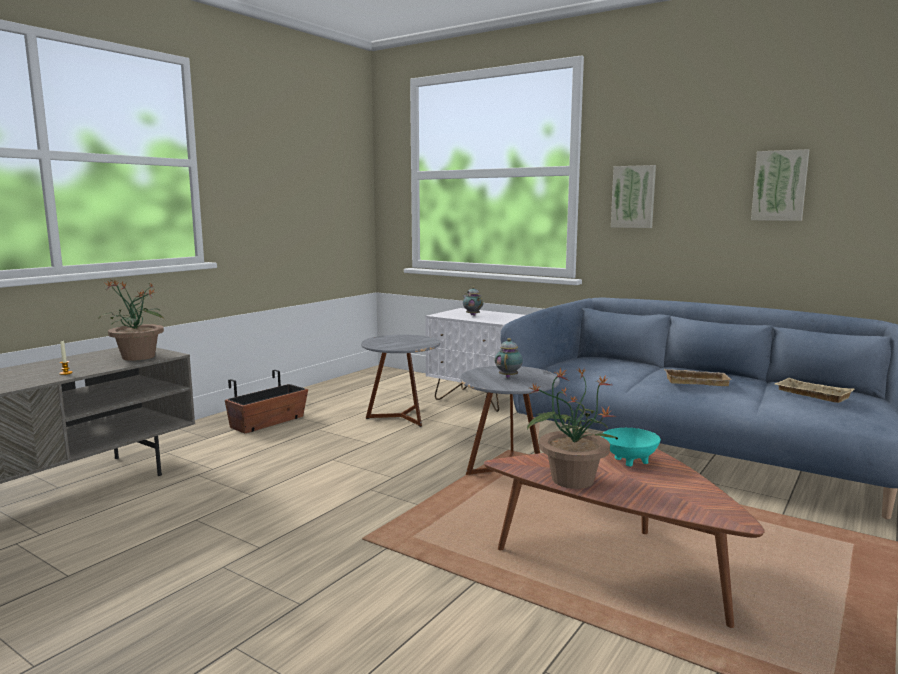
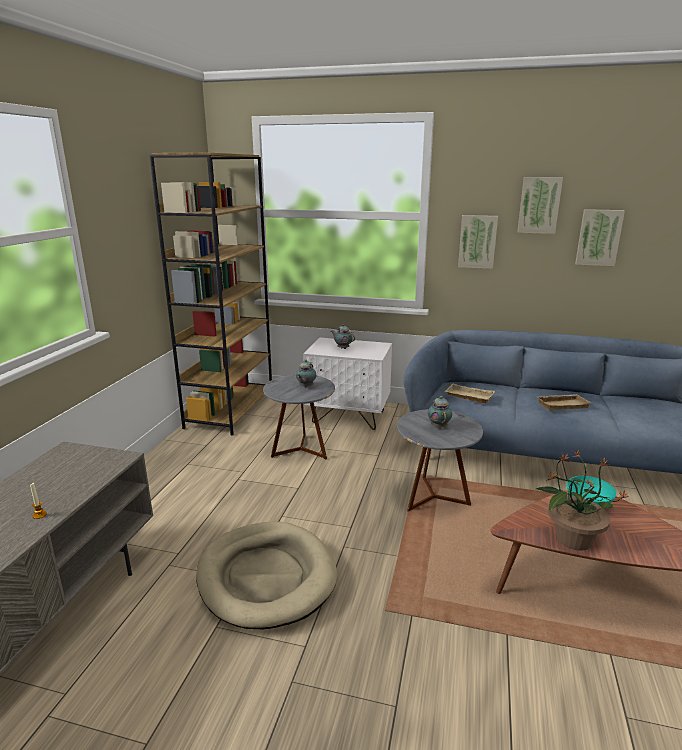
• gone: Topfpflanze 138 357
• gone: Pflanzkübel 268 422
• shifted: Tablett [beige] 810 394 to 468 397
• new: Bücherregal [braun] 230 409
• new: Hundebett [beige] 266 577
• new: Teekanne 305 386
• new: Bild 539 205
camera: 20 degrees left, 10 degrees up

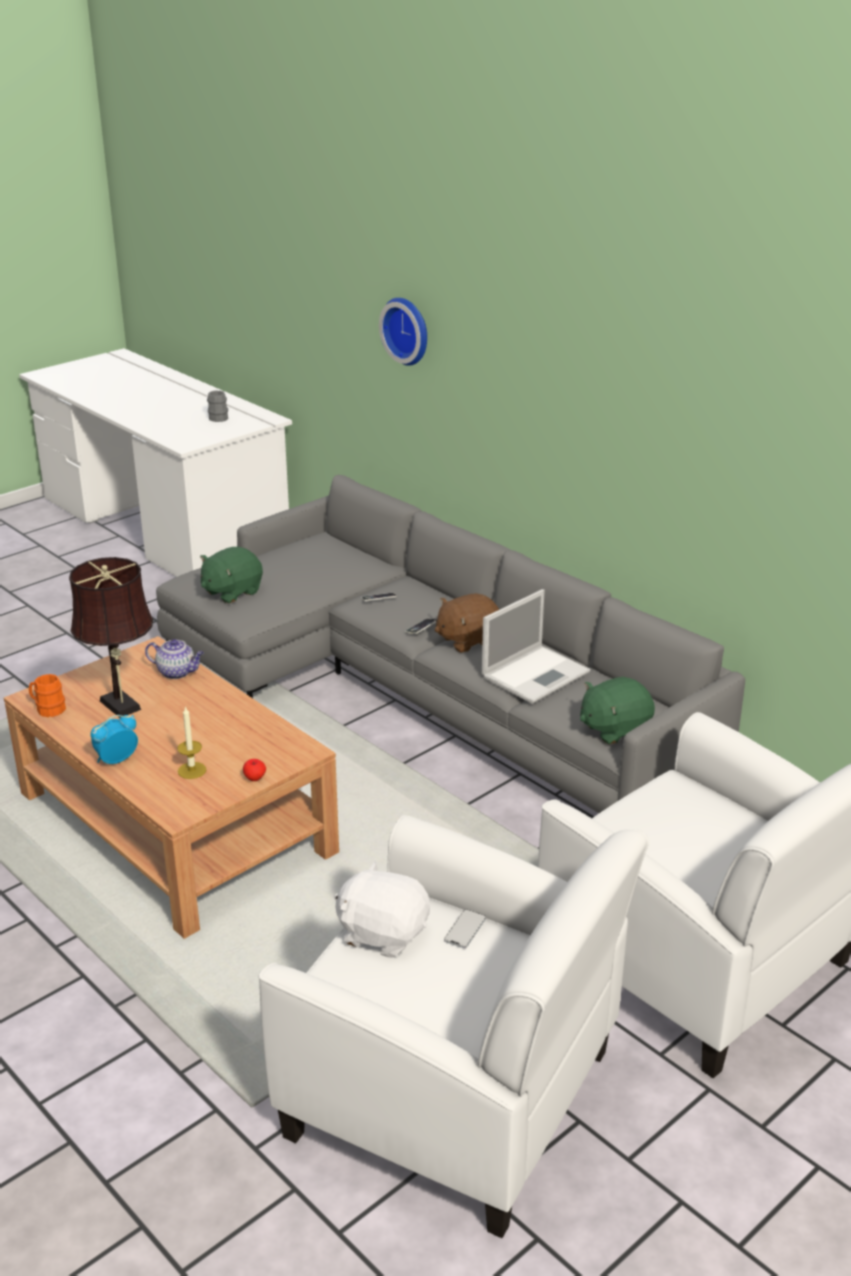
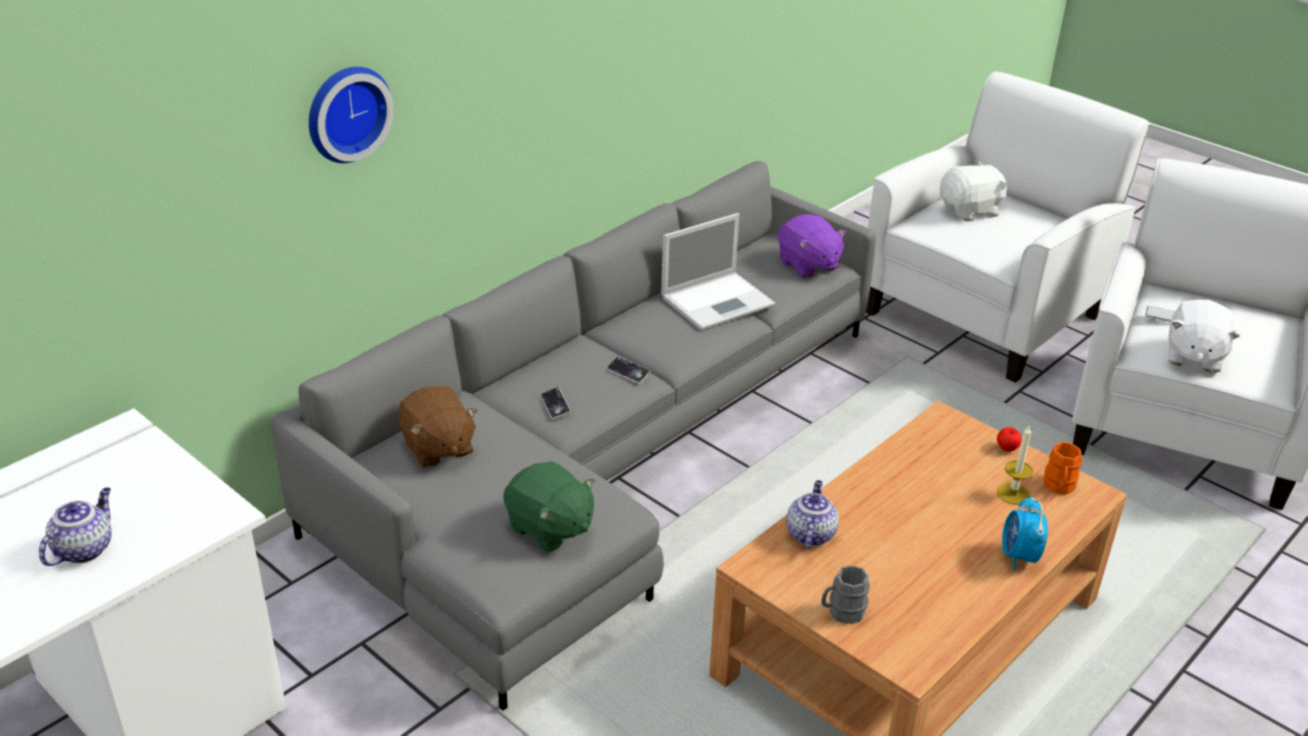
• shifted: Henkelbecher [orange] 48 709 to 1059 487
• gone: Tischlampe [braun] 122 707
• rotated: Wecker 116 760 = 1019 556 45 degrees clockwise
• shifted: Henkelbecher [grau] 218 417 to 842 612
• shifted: Plüschtier [braun] 467 640 to 437 448
• rotated: Laptop 536 674 = 719 300 105 degrees clockwise
• repainted: Plüschtier [grün] 614 729 to Plüschtier [lila] 808 265
• new: Teekanne 84 548
• new: Plüschtier [weiß] 970 211
camera: 95 degrees left, 5 degrees up

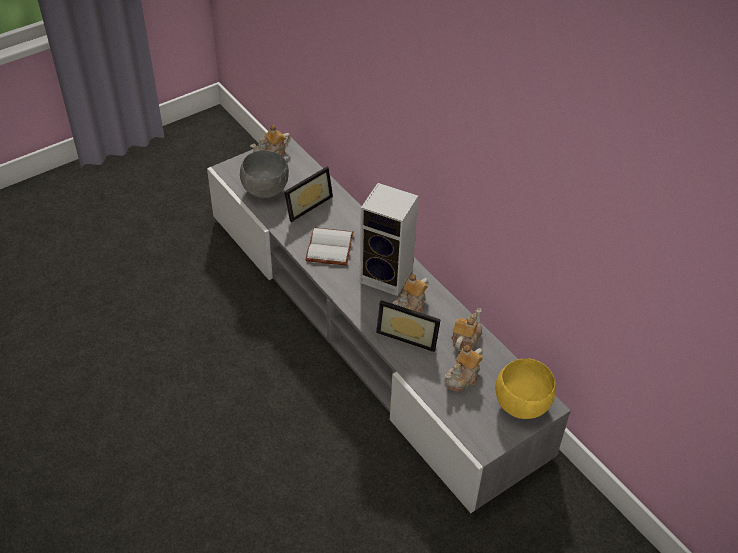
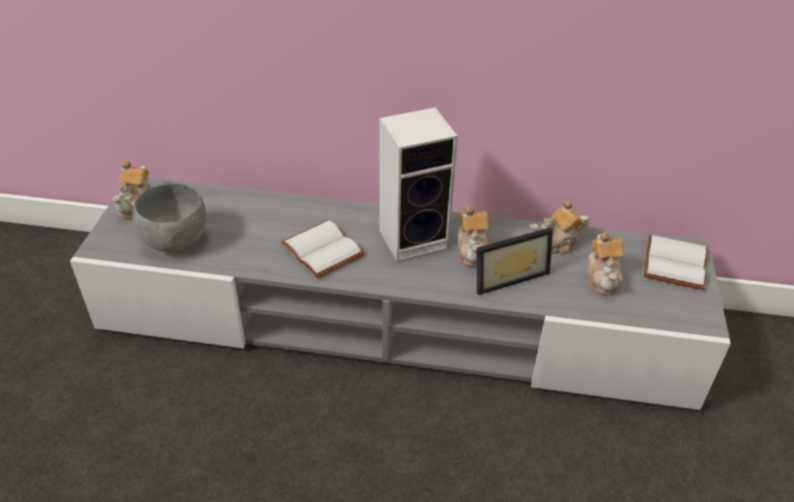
• gone: Bilderrahmen 305 204
• rotated: Teekanne 465 339 = 556 244 90 degrees counterclockwise
• swapped: Schüssel [gelb] 522 403 to Buch [weiß] 672 262
camera: 45 degrees left, 5 degrees down

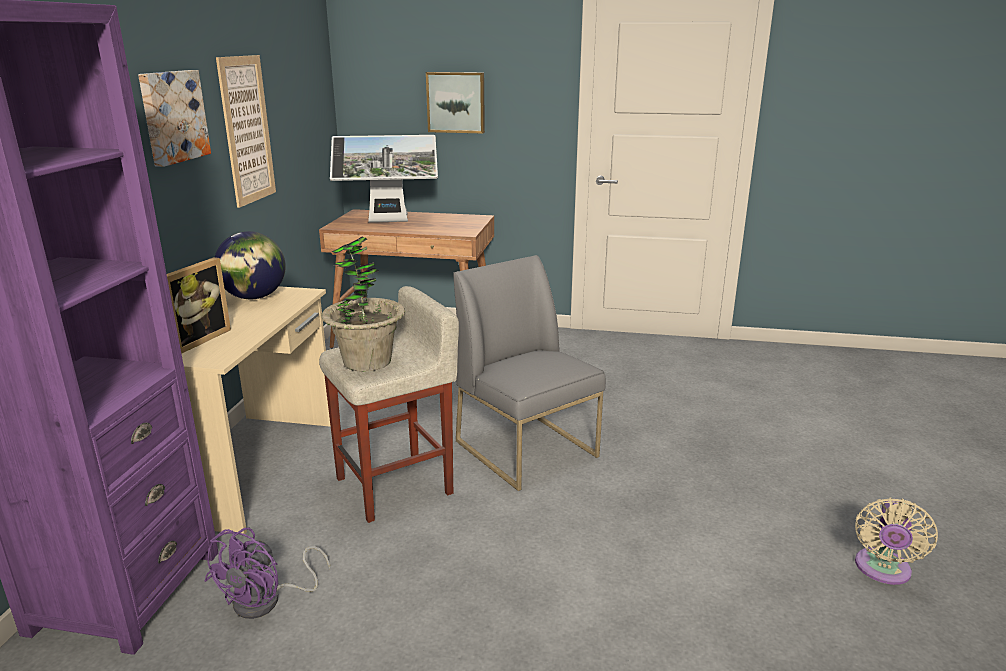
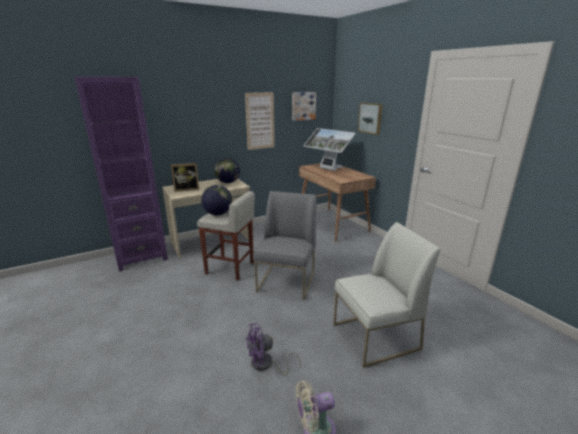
• shifted: Bild 172 116 to 303 106
• shifted: Ventilator [lila] 267 601 to 266 364
• swapped: Topfpflanze 367 361 to Globus 218 214
• new: Stuhl [weiß] 375 337
camera: 50 degrees right, 0 degrees up

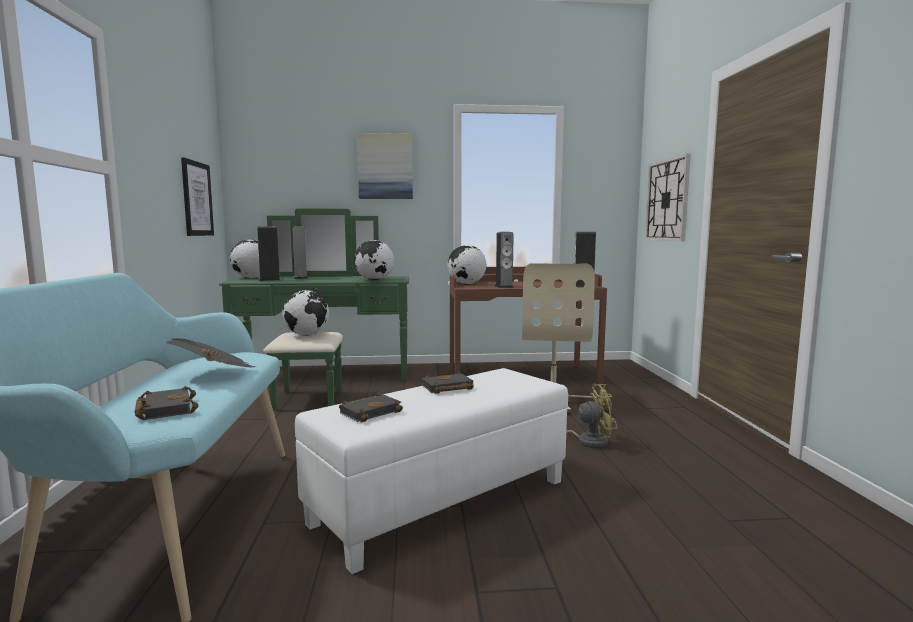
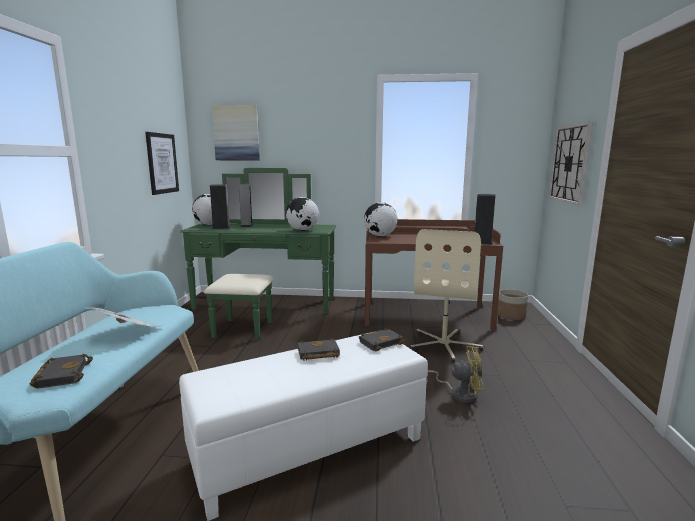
• gone: Globus 307 335
• shifted: Buch [schwarz] 371 411 to 381 342
• shifted: Bild 385 166 to 236 133
• gone: Lautsprecher 504 286
• new: Pflanzkübel 511 315
camera: 10 degrees right, 5 degrees up

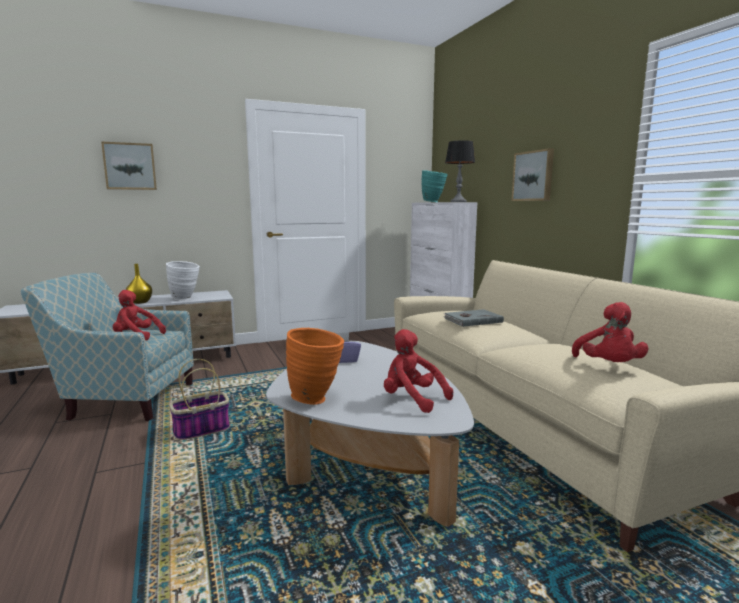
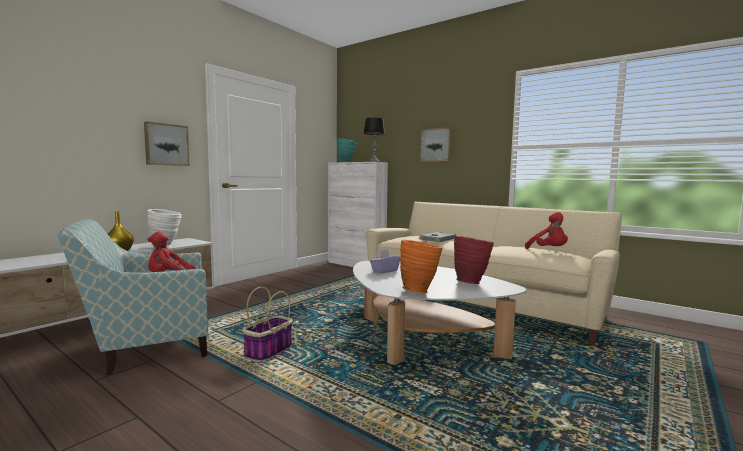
• shifted: Bild 130 166 to 166 144
• swapped: Plüschtier [rot] 412 399 to Vase [rot] 471 282
camera: 30 degrees left, 5 degrees down

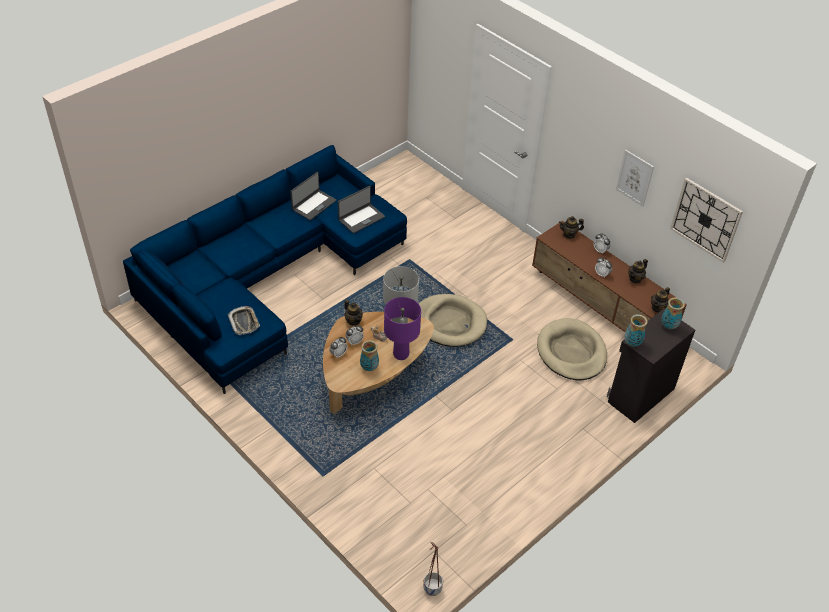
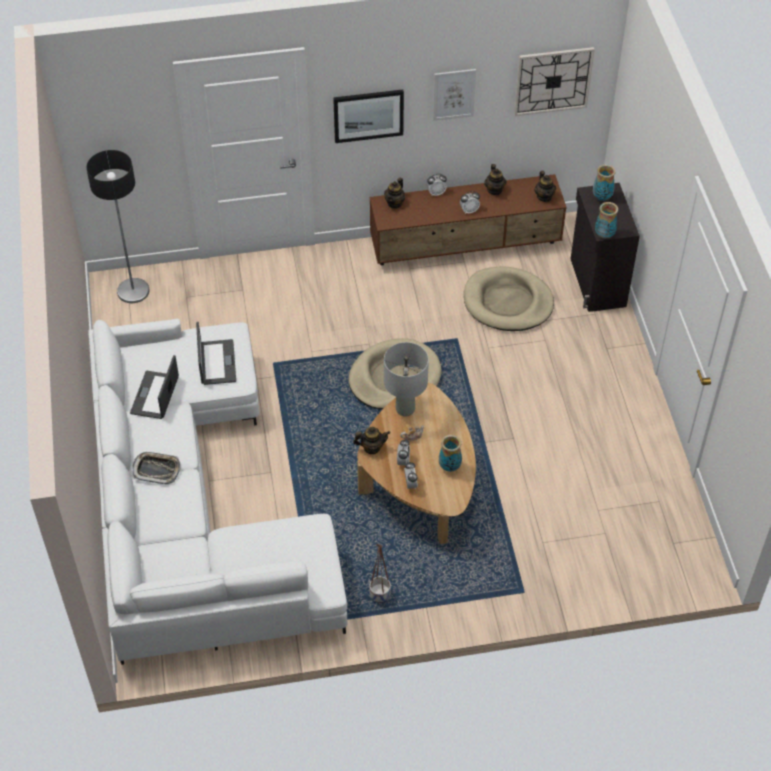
• repainted: Sofa [blau] 267 278 to Sofa [weiß] 193 510
• shifted: Tablett 244 322 to 157 470
• rotated: Laptop 313 205 = 155 395 150 degrees counterclockwise
• gone: Tischlampe [lila] 401 354
• shifted: Pflanzkübel 432 589 to 380 595
• new: Stehlampe 133 291
• new: Bild 368 115
camera: 55 degrees left, 5 degrees up

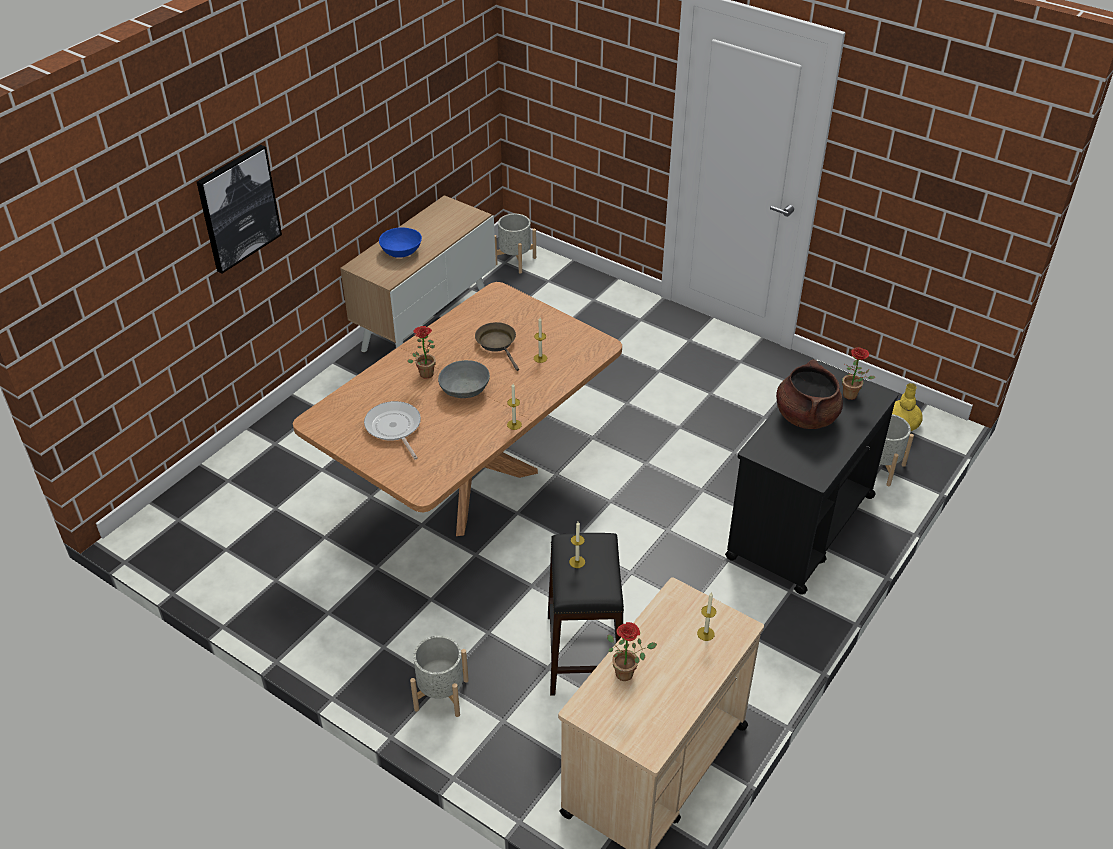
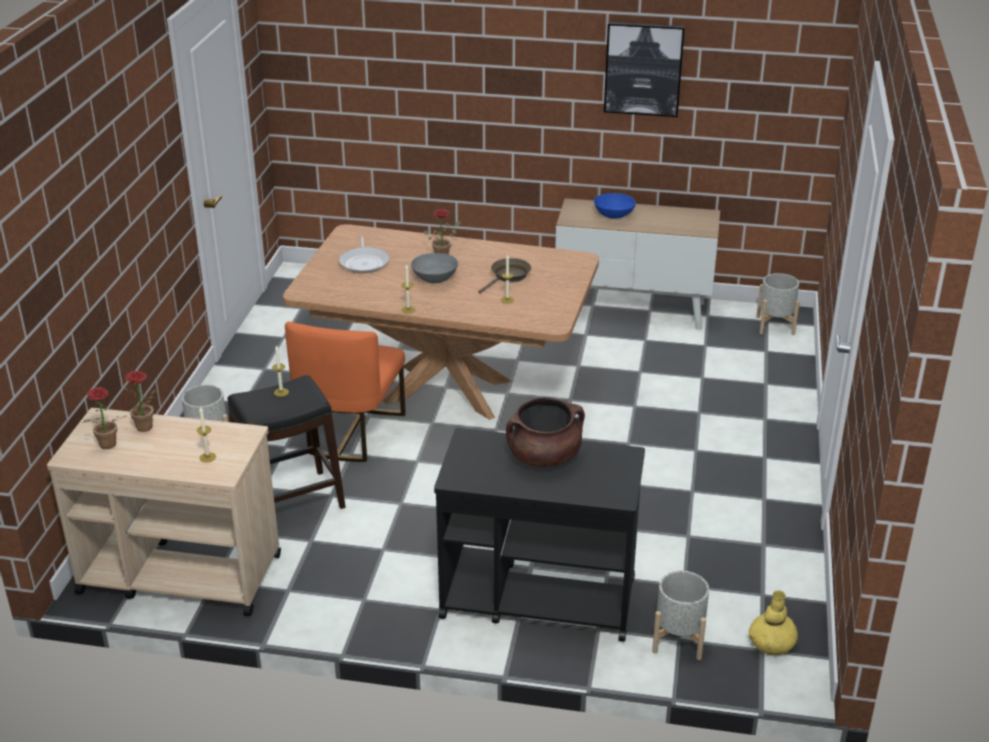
• shifted: Bild 238 208 to 643 69
• rotated: Pfanne 394 428 = 364 262 135 degrees clockwise
• shifted: Topfpflanze 853 396 to 106 447
• new: Stuhl [orange] 350 433
camera: 65 degrees right, 10 degrees down

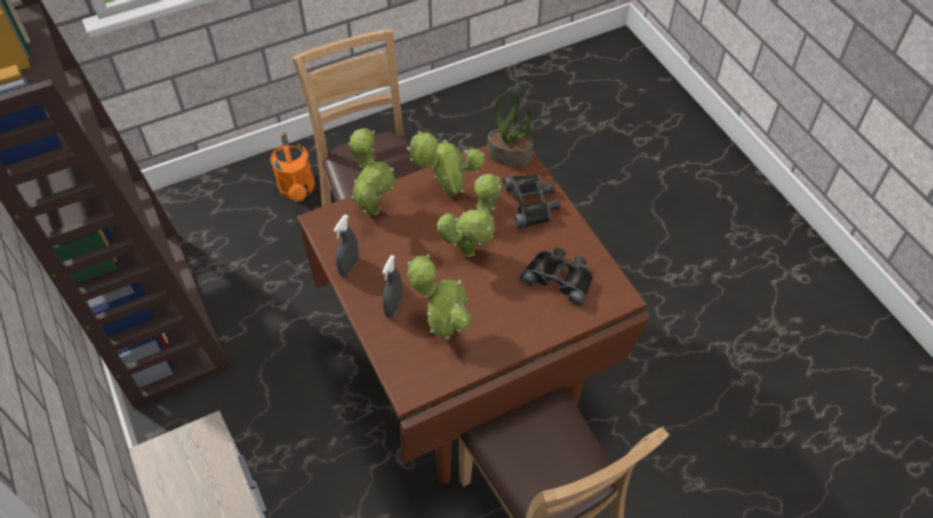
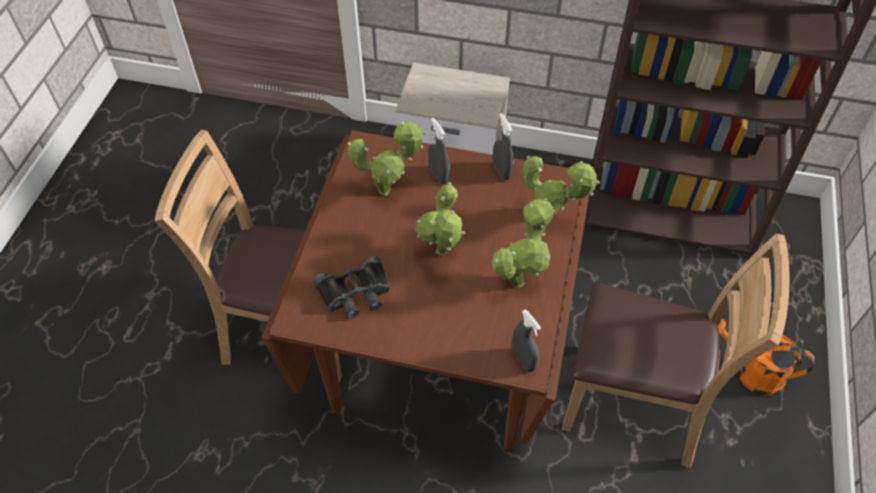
• swapped: Topfpflanze 510 155 to Sprühflasche [grau] 523 360
• gone: Fernglas [schwarz] 531 203
camera: 130 degrees right, 0 degrees up

